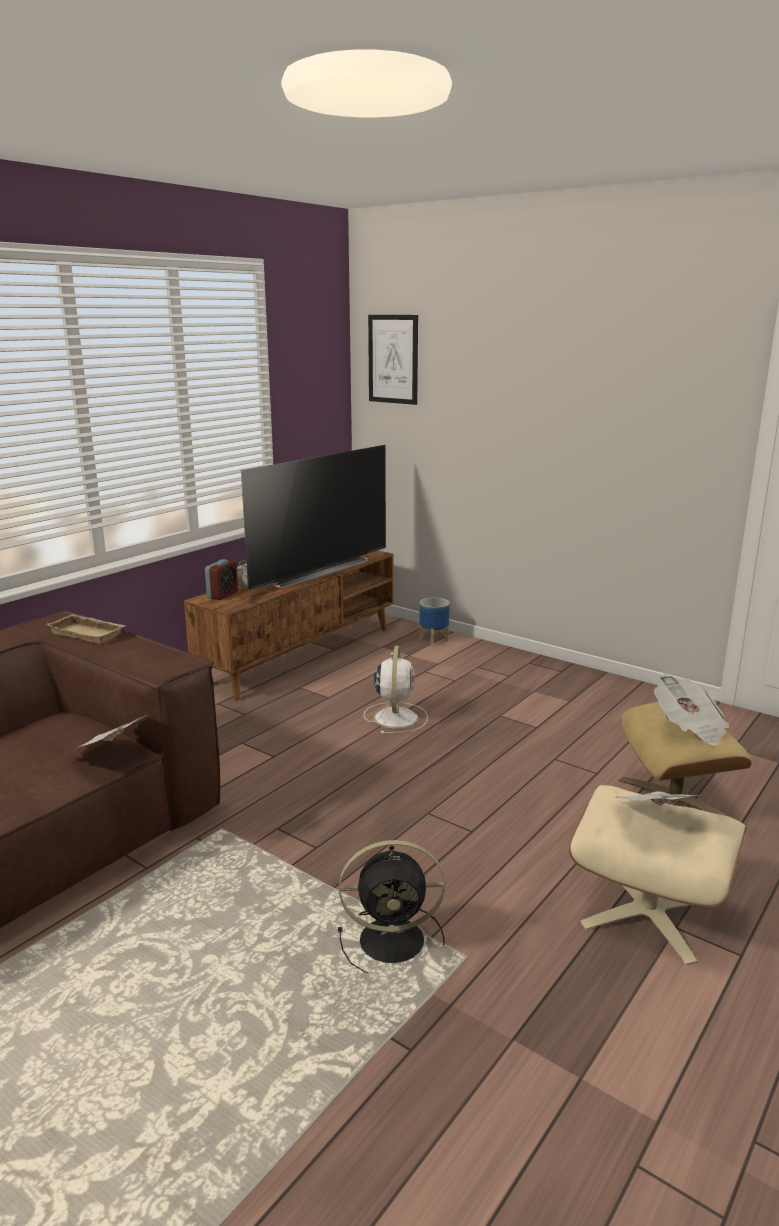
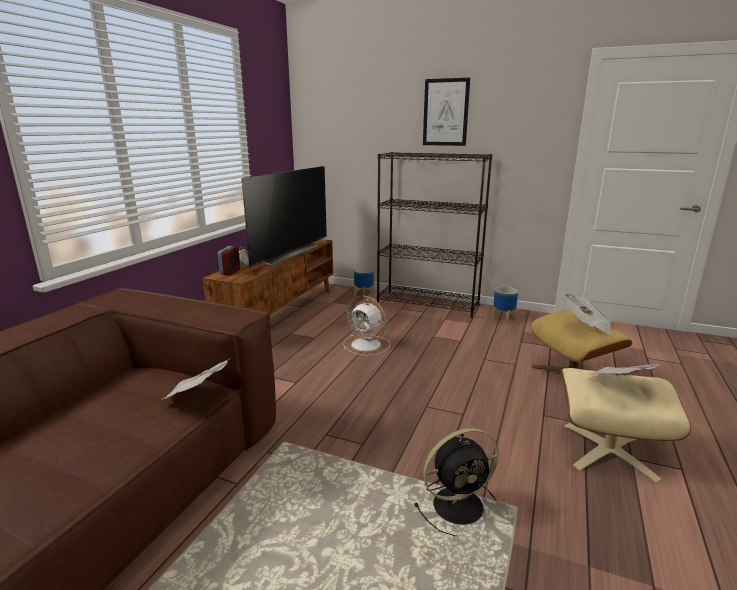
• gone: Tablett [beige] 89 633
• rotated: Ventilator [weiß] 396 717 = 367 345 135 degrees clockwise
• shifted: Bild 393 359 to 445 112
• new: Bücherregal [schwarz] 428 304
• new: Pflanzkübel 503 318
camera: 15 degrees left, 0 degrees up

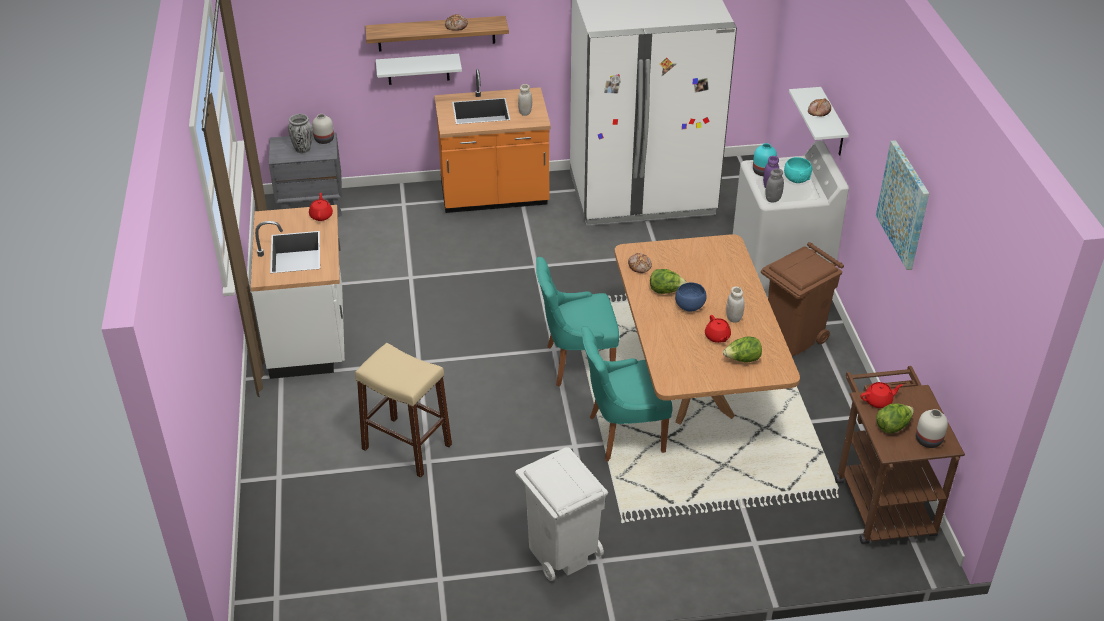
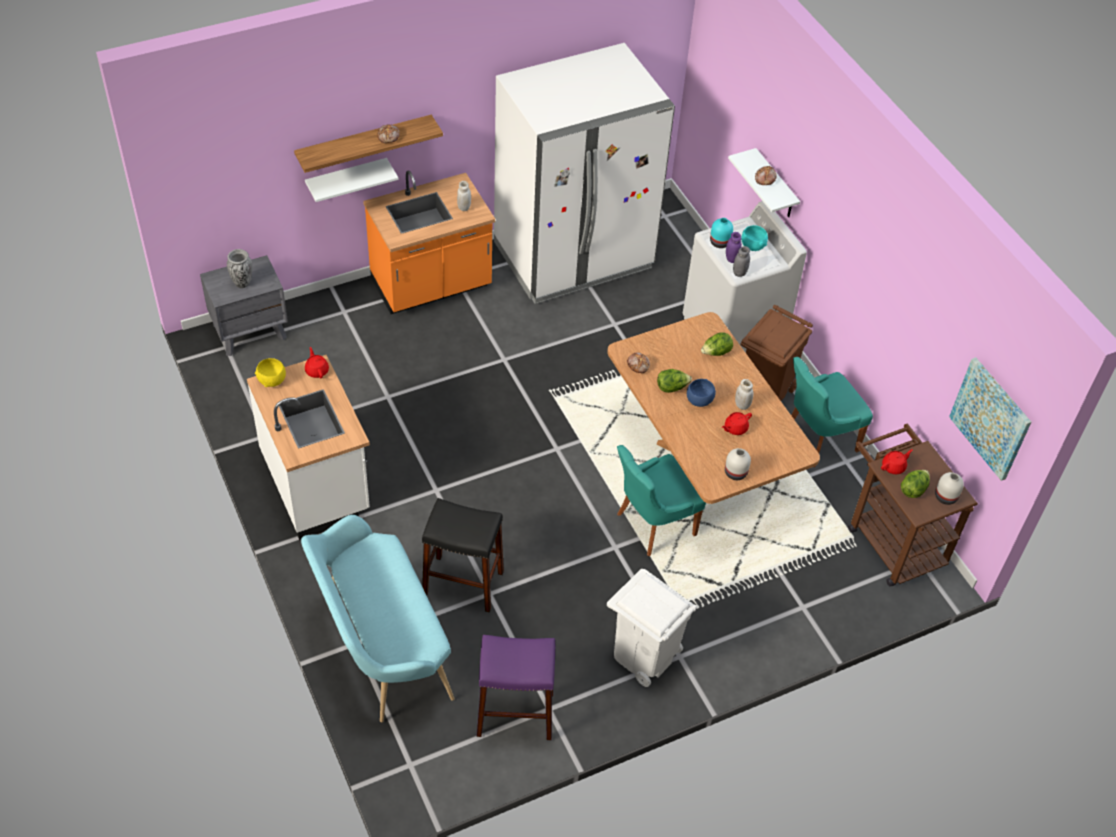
• shifted: Vase [weiß] 324 140 to 736 473
• repainted: Hocker [beige] 406 446 to Hocker [schwarz] 463 583
• shifted: Stuhl [türkis] 576 363 to 817 439
• rotated: Teekanne [rot] 717 337 = 735 428 90 degrees clockwise
• shifted: Salatkopf 742 360 to 716 353
• shifted: Bild 904 204 to 991 418
• new: Schüssel [gelb] 272 380
• new: Bank [türkis] 380 647
• new: Hocker [lila] 515 714
camera: 20 degrees left, 10 degrees up

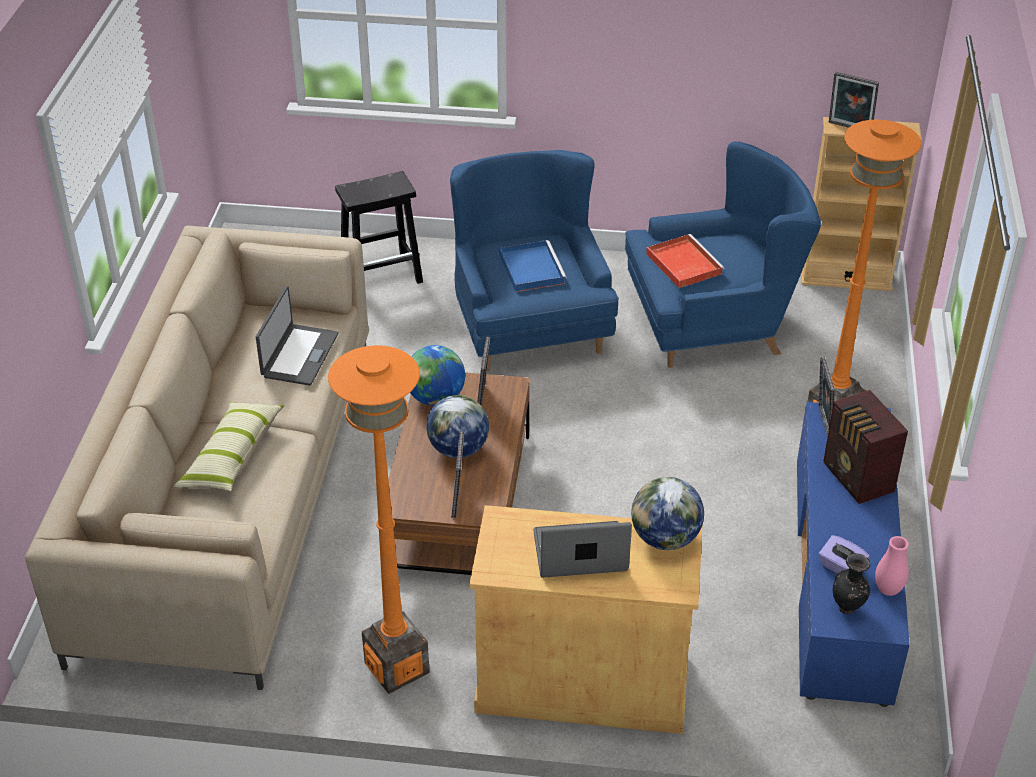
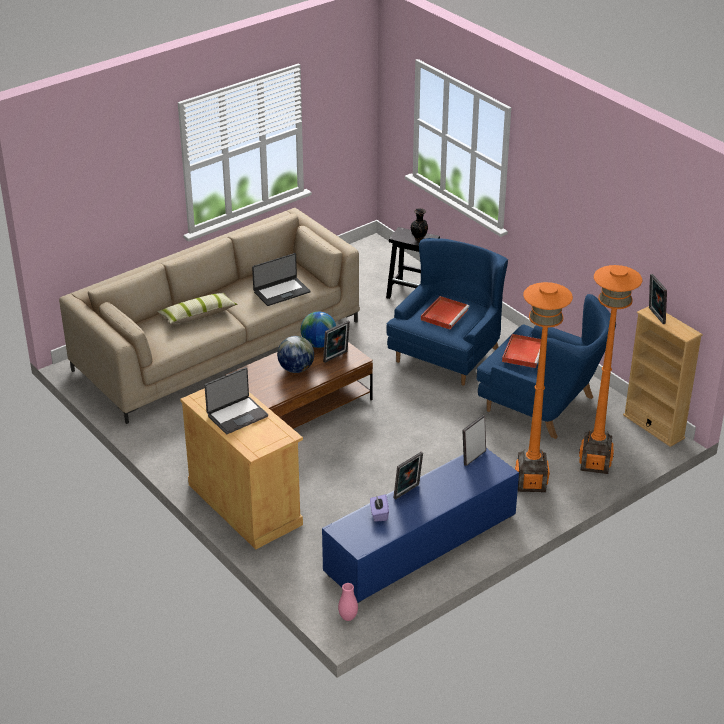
• shifted: Stehlampe [orange] 397 667 to 595 463
• shifted: Bilderrahmen 458 499 to 407 492
• repainted: Tablett [blau] 530 268 to Tablett [rot] 444 314
• rotated: Laptop 580 554 = 237 415 105 degrees clockwise
• gone: Globus 665 539
• gone: Radio 857 479
• shifted: Vase [schwarz] 848 609 to 419 240
• shifted: Vase [rosa] 888 590 to 348 617
camera: 45 degrees right, 5 degrees down

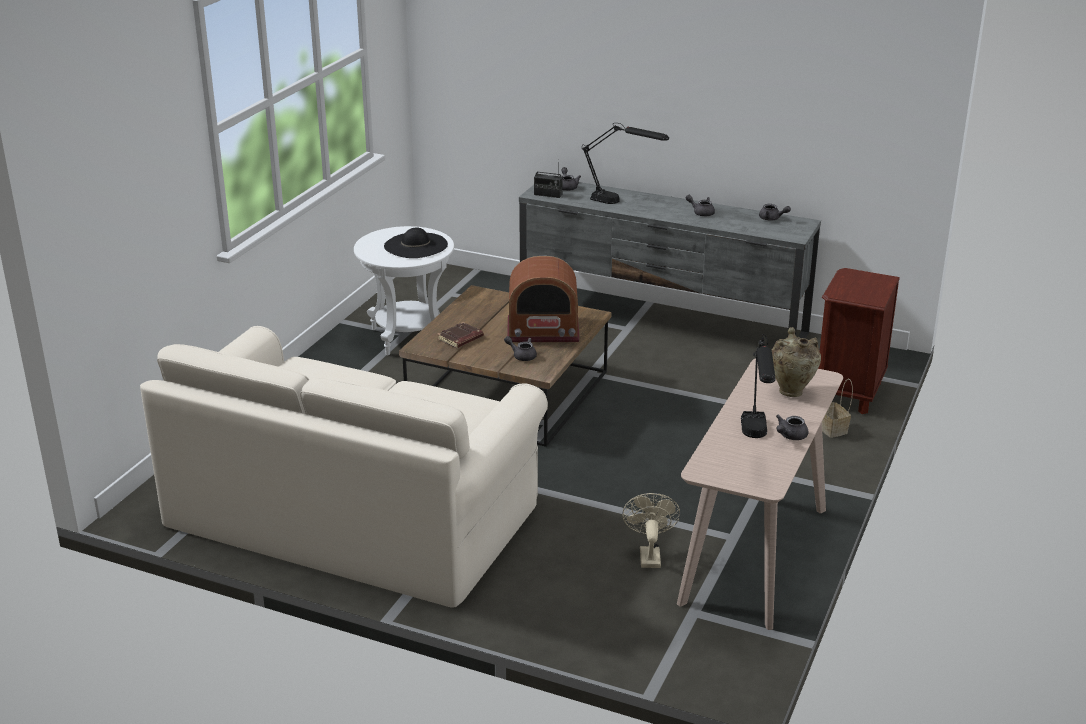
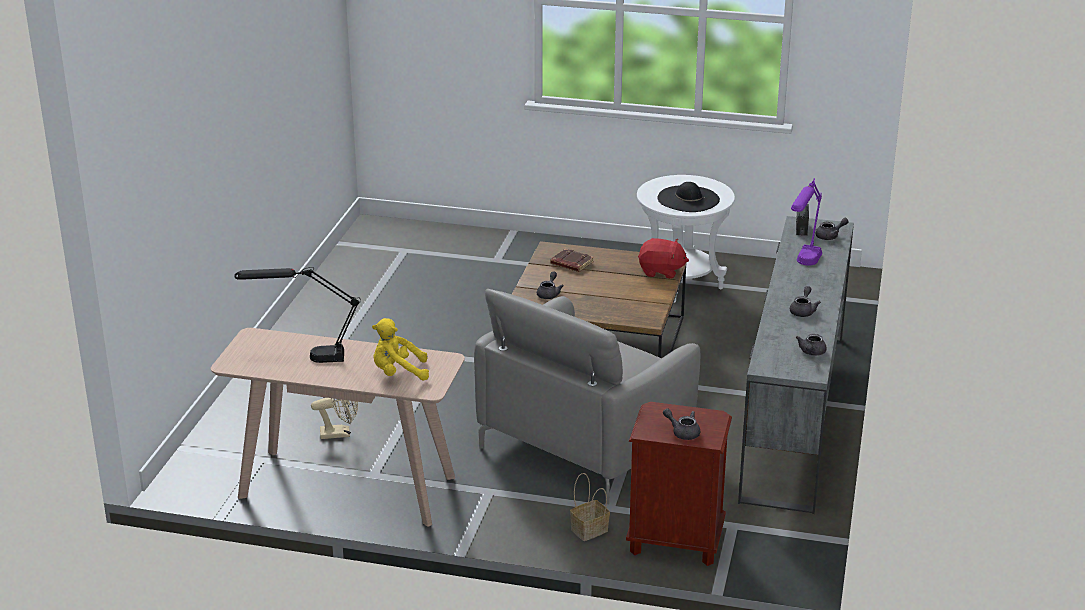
• gone: Sofa [beige] 353 512
• gone: Radio 543 330
• repainted: Tischlampe [schwarz] 622 203 to Tischlampe [lila] 803 267
• swapped: Vase [beige] 792 391 to Plüschtier [gelb] 398 373
• shifted: Teekanne [grau] 790 436 to 683 432
• new: Sessel [grau] 586 442
• new: Plüschtier [rot] 661 271
camera: 80 degrees right, 0 degrees up

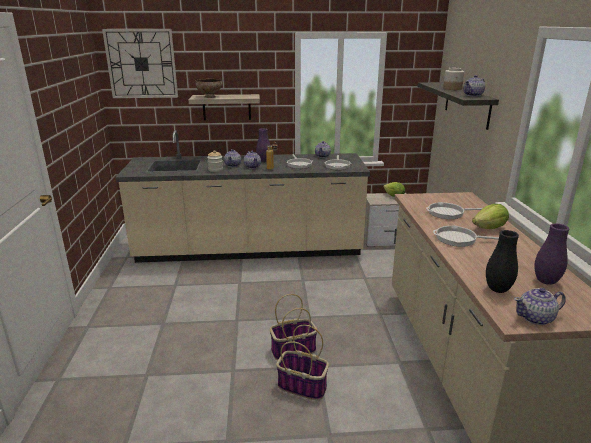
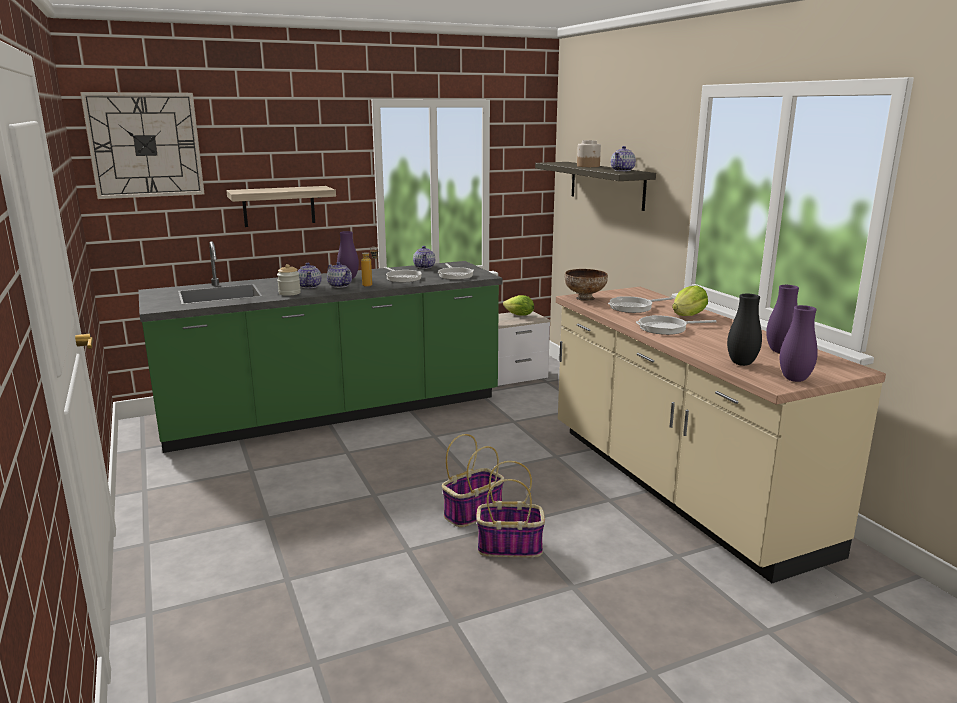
• repainted: Küchenzeile [beige] 249 250 to Küchenzeile [grün] 335 412
• shifted: Schüssel 209 97 to 584 298
• swapped: Teekanne 536 318 to Vase [lila] 794 379
camera: 20 degrees left, 5 degrees down

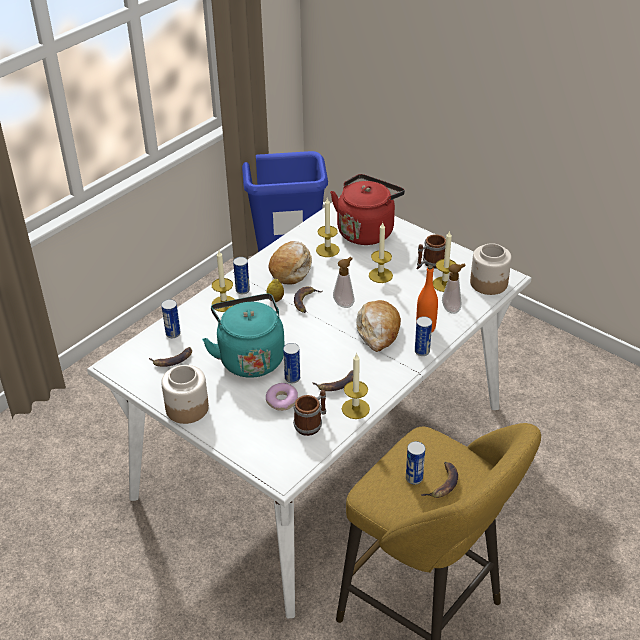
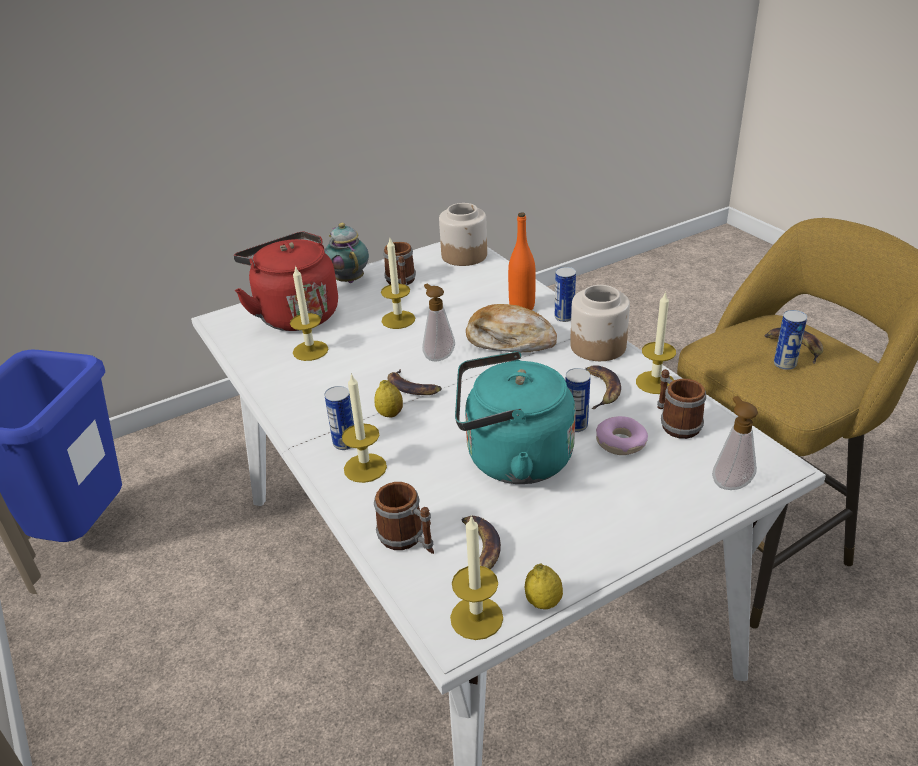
• swapped: Dose 173 334 to Henkelbecher 408 539
• shifted: Vorratsglas 186 408 to 598 346
• gone: Brot 291 268
• shifted: Kerze 444 284 to 476 618
• shifted: Seifenspender 452 309 to 730 482
• new: Teekanne 349 279
• new: Zitrone 543 602
camera: 70 degrees left, 5 degrees down

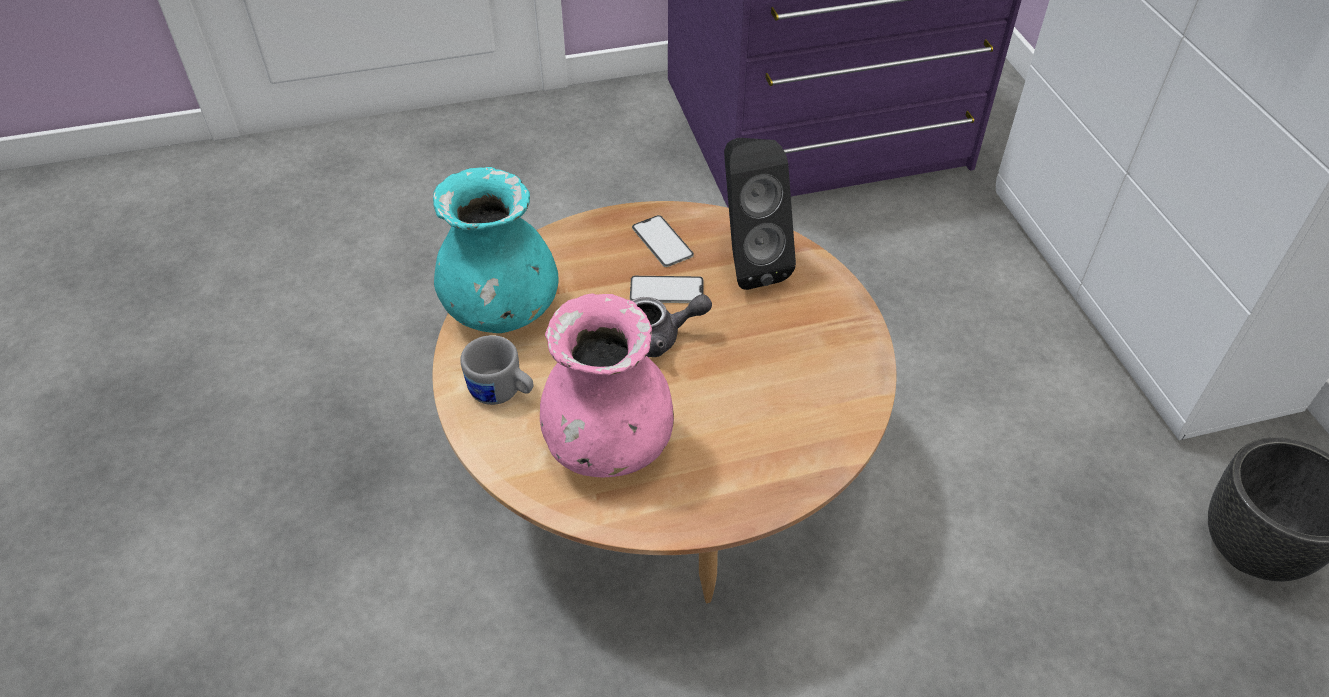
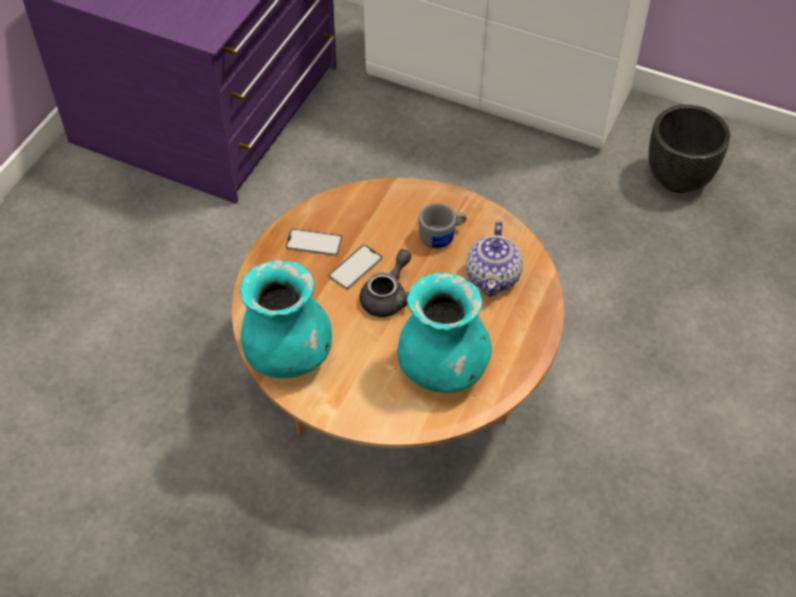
• shifted: Henkelbecher [grau] 502 393 to 442 237
• repainted: Vase [rosa] 608 445 to Vase [türkis] 443 368
• gone: Lautsprecher [schwarz] 747 263
• new: Teekanne 493 276
camera: 50 degrees left, 5 degrees up

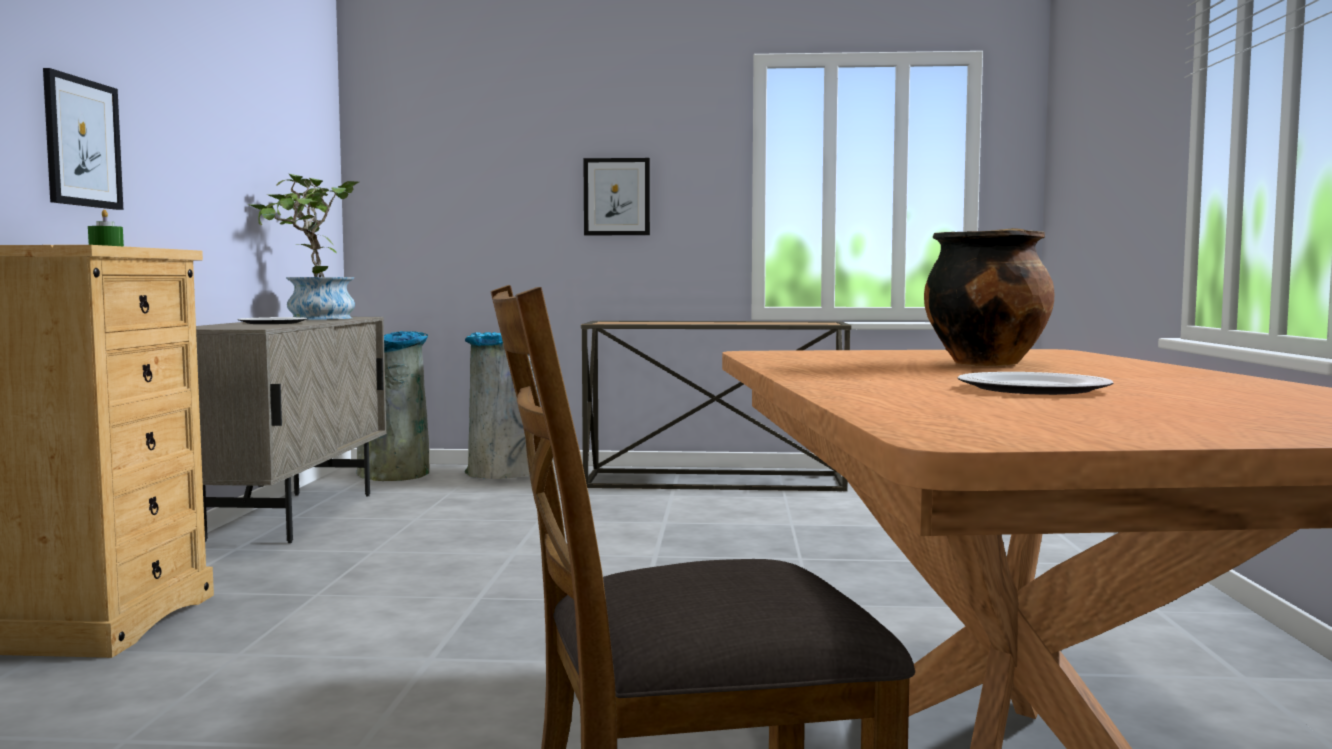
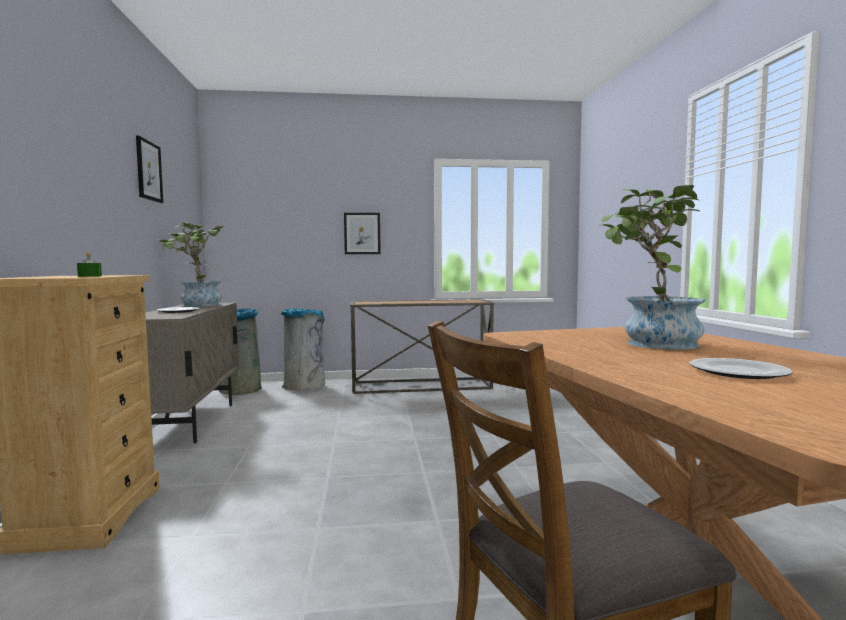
• shifted: Bild 82 143 to 148 171
• swapped: Kochtopf 986 363 to Topfpflanze 650 342
camera: 10 degrees left, 0 degrees up

